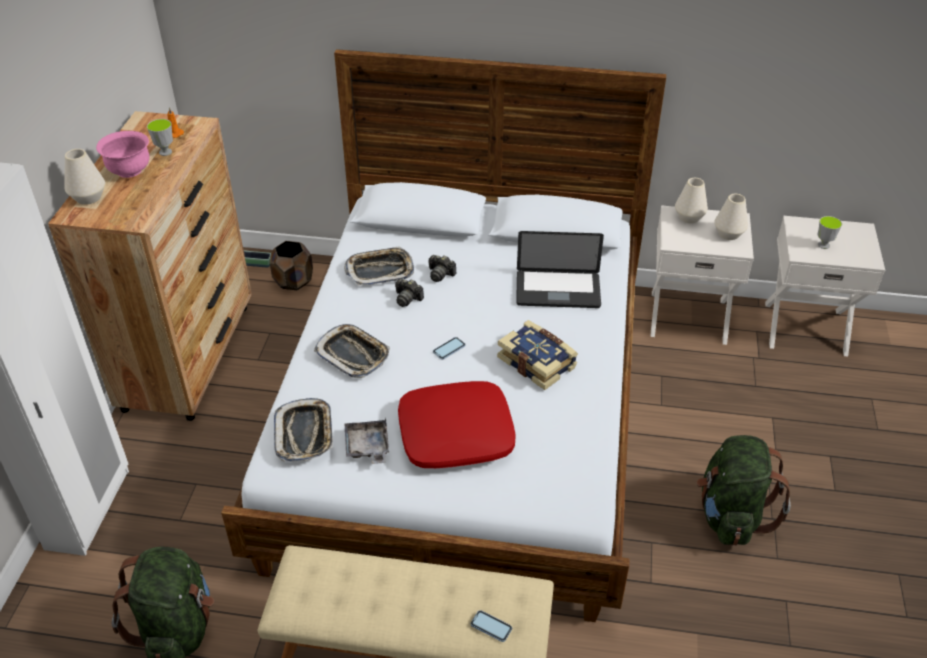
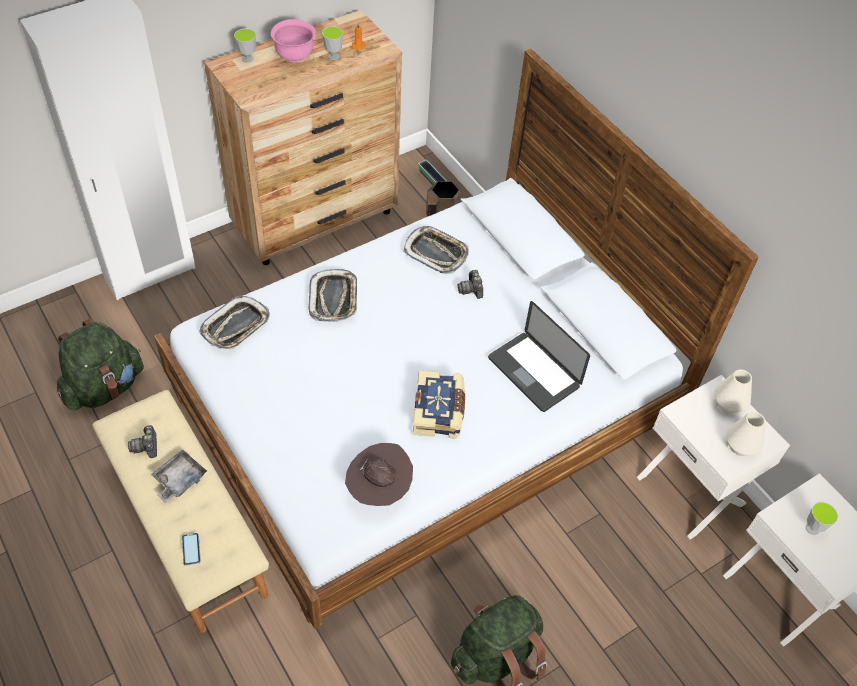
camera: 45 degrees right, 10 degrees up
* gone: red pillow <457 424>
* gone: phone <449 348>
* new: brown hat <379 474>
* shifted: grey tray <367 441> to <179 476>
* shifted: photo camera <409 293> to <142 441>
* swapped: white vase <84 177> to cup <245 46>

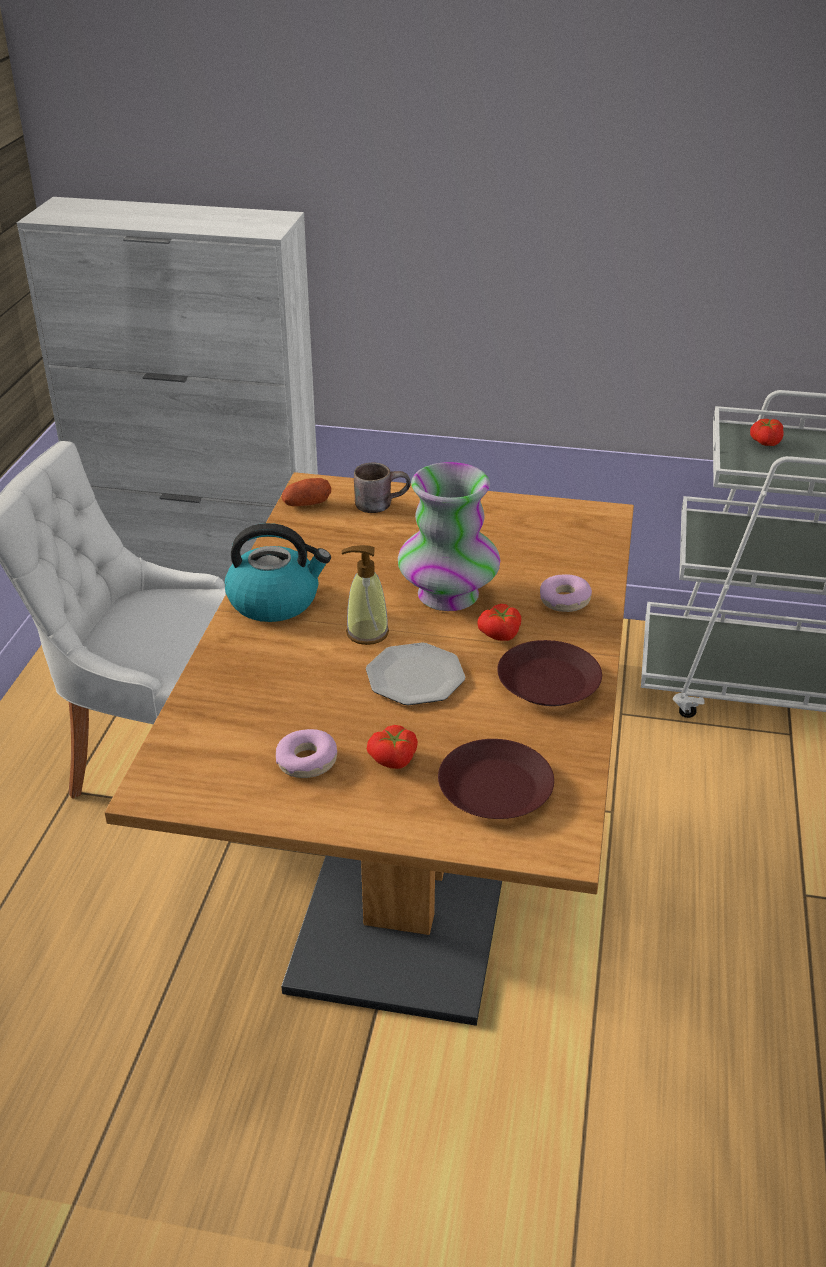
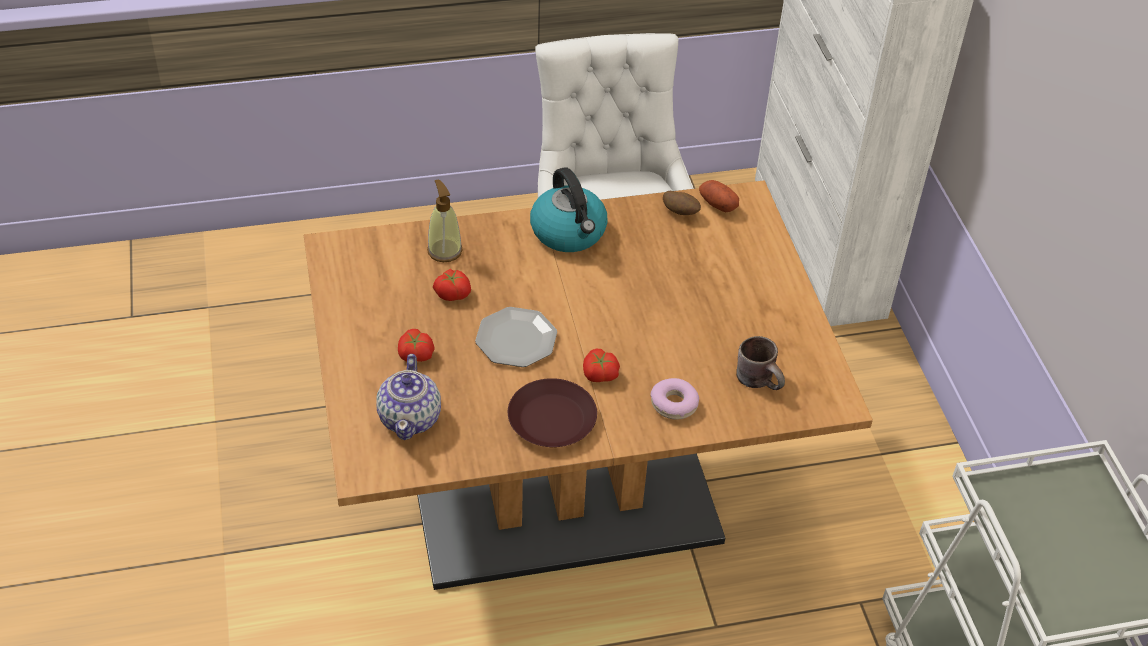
camera: 65 degrees right, 10 degrees up
* gone: donut <306 753>
* gone: vase <449 536>
* new: potato <682 203>
* shifted: soap dispenser <365 595> to <445 220>
* shifted: brown mug <382 487> to <760 363>
* shifted: tomato <767 432> to <452 285>
* swapped: brown plate <496 779> to teapot <408 397>

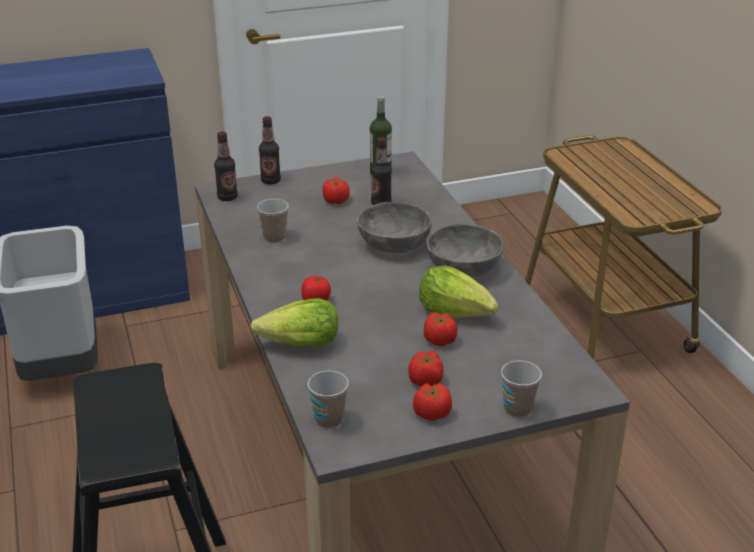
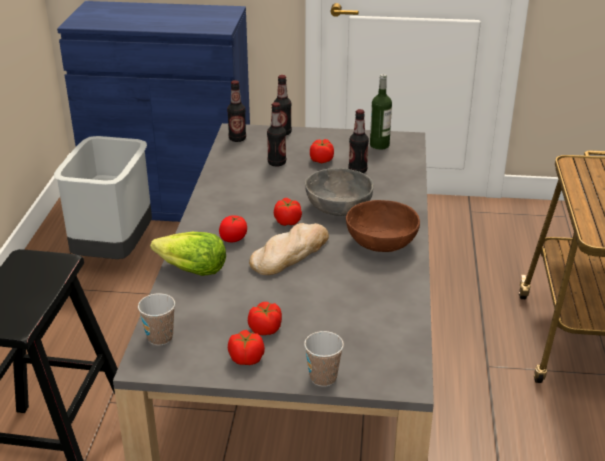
camera: 25 degrees right, 0 degrees up
* gone: cup <273 221>
* gone: lettuce <459 291>
* new: bread <289 249>
* new: bottle <276 134>
* shifted: tomato <440 329> to <288 212>
* repainted: grey bowl <465 251> to brown bowl <383 226>

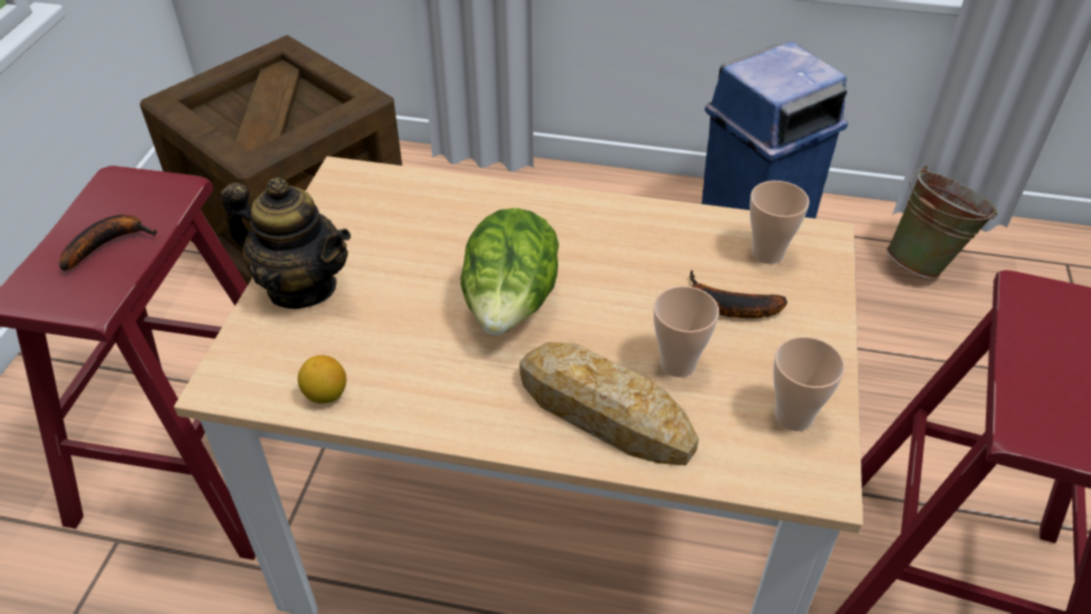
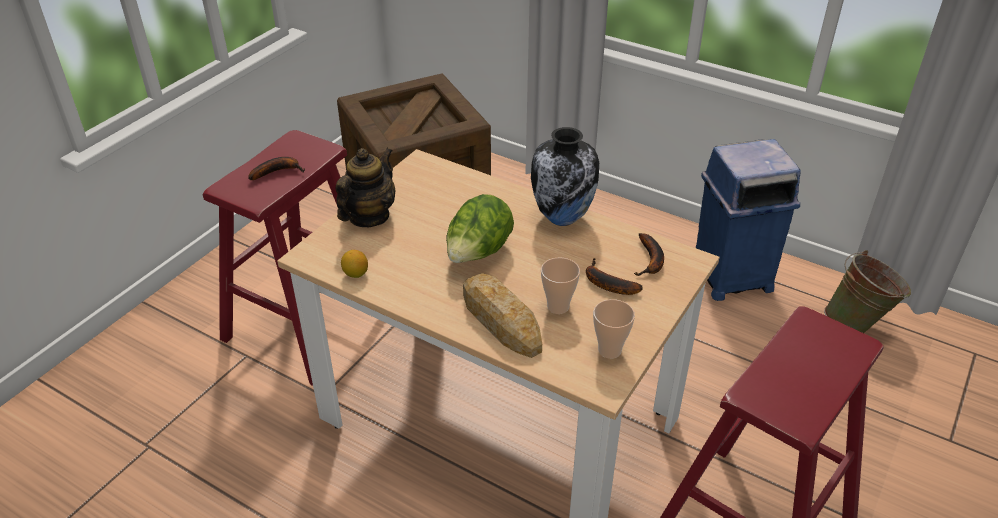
camera: 20 degrees right, 5 degrees down
* new: vase <565 176>
* swapped: cup <779 222> to banana <649 254>
* rotated: teapot <286 243> = <365 187> 105 degrees counterclockwise

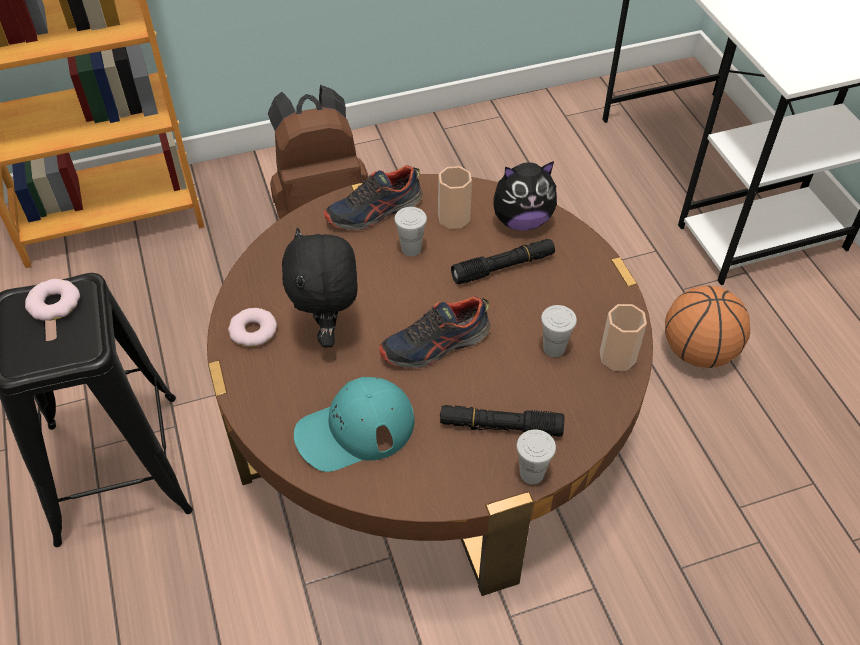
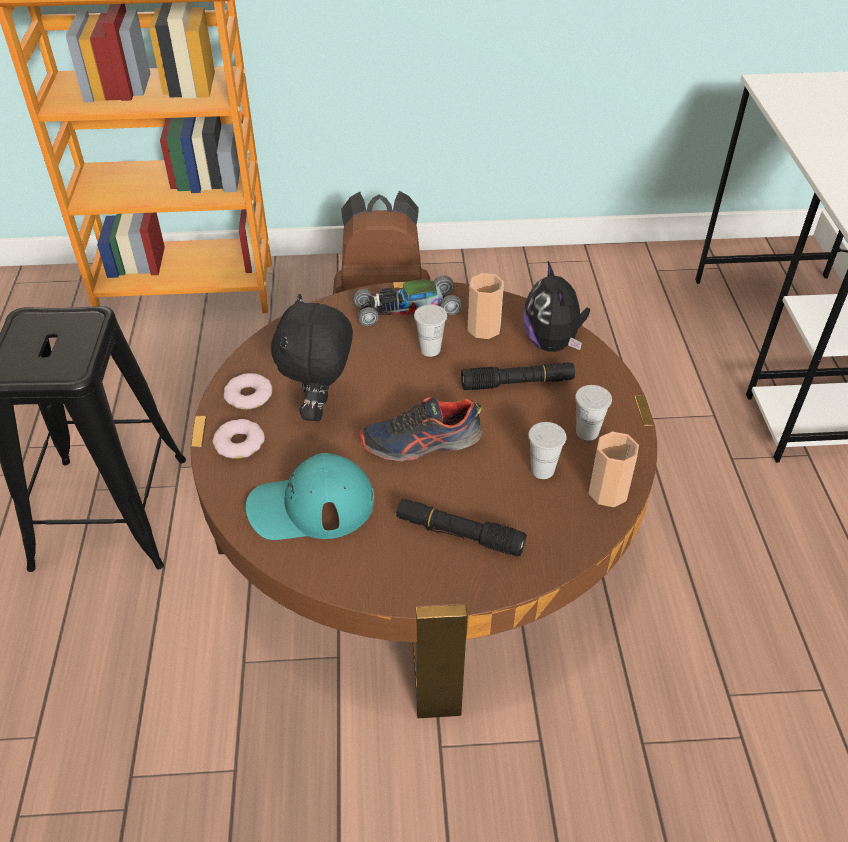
camera: 15 degrees right, 5 degrees down
* gone: basketball <707 326>
* shifted: donut <52 300> to <238 439>
* shifted: white cup <536 456> to <593 413>
* swapped: shoe <373 198> to toy car <407 300>
* rotated: plush toy <525 196> = <556 306> 75 degrees clockwise

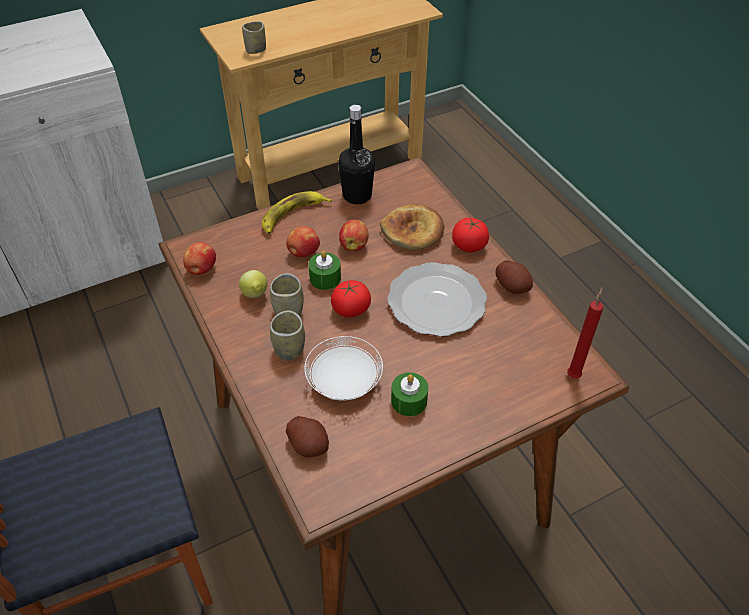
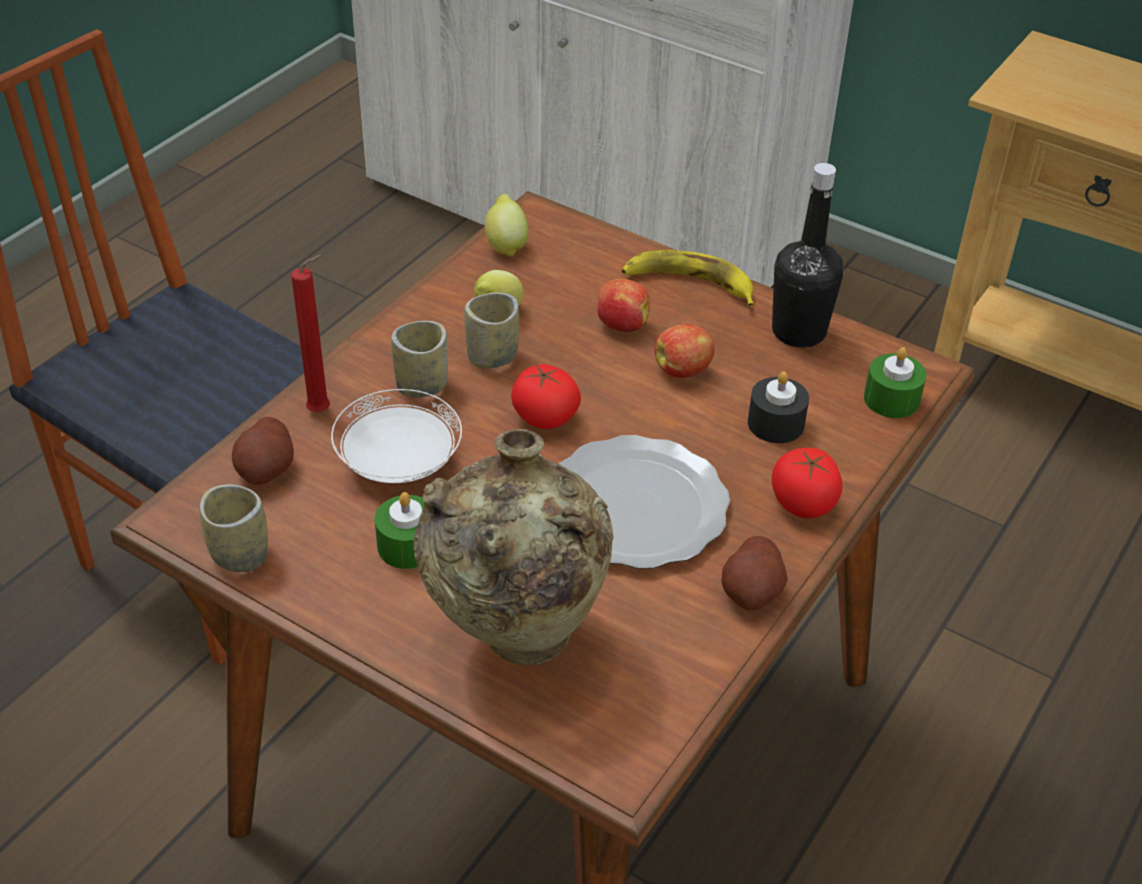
camera: 60 degrees right, 5 degrees down
* new: beige vase <514 547>
* shifted: cup <254 37> to <234 528>
* shifted: green candle <324 270> to <895 382>
* shifted: red candle <585 333> to <310 333>
* swapped: apple <199 258> to lemon <507 225>
* swapped: bread <412 227> to black candle <778 407>

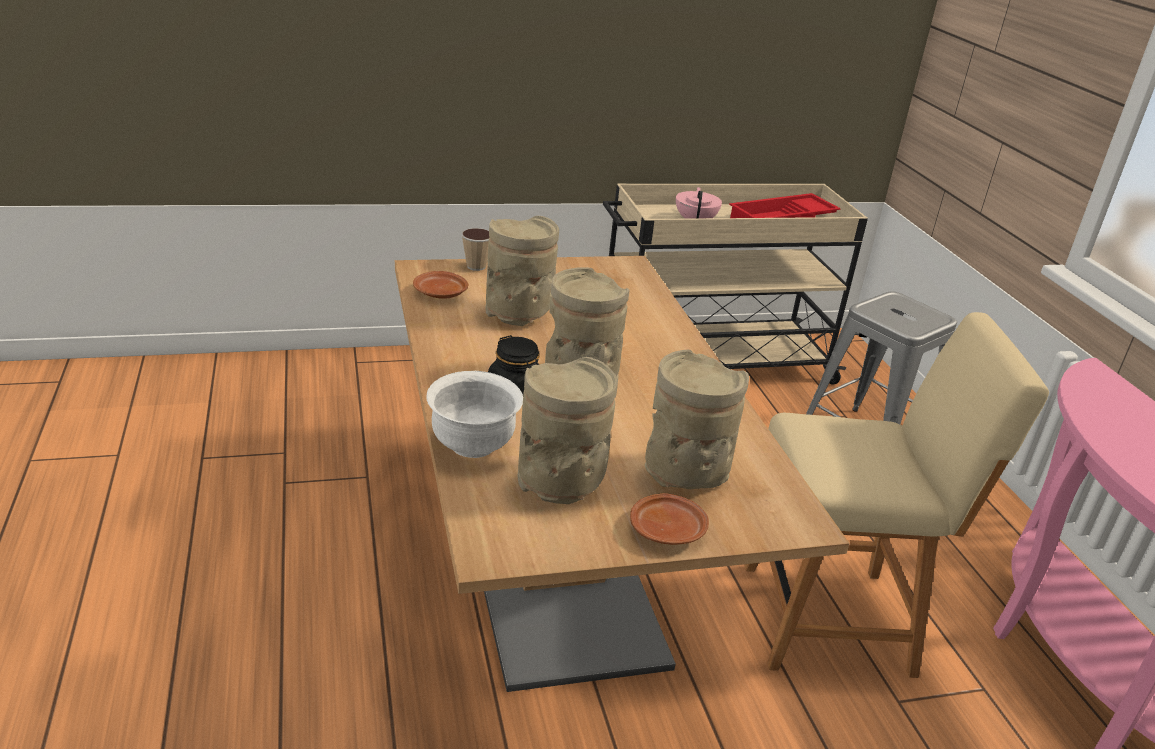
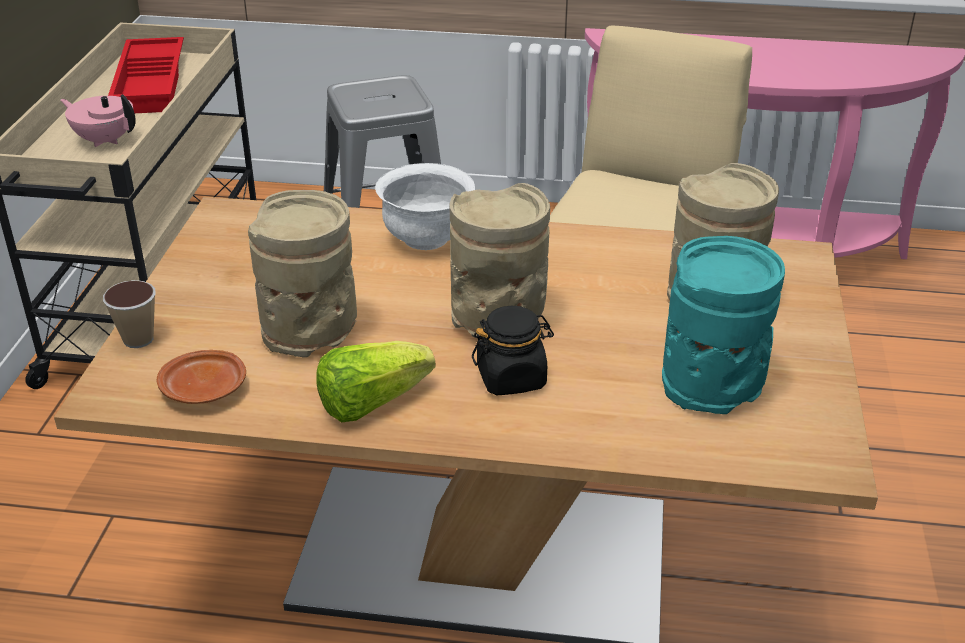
camera: 65 degrees left, 5 degrees up
* gone: brown plate <669 519>
* new: lettuce <376 382>
* shifted: white bowl <474 414> to <425 206>
* repainted: beige vase <568 430> to turquoise vase <723 325>

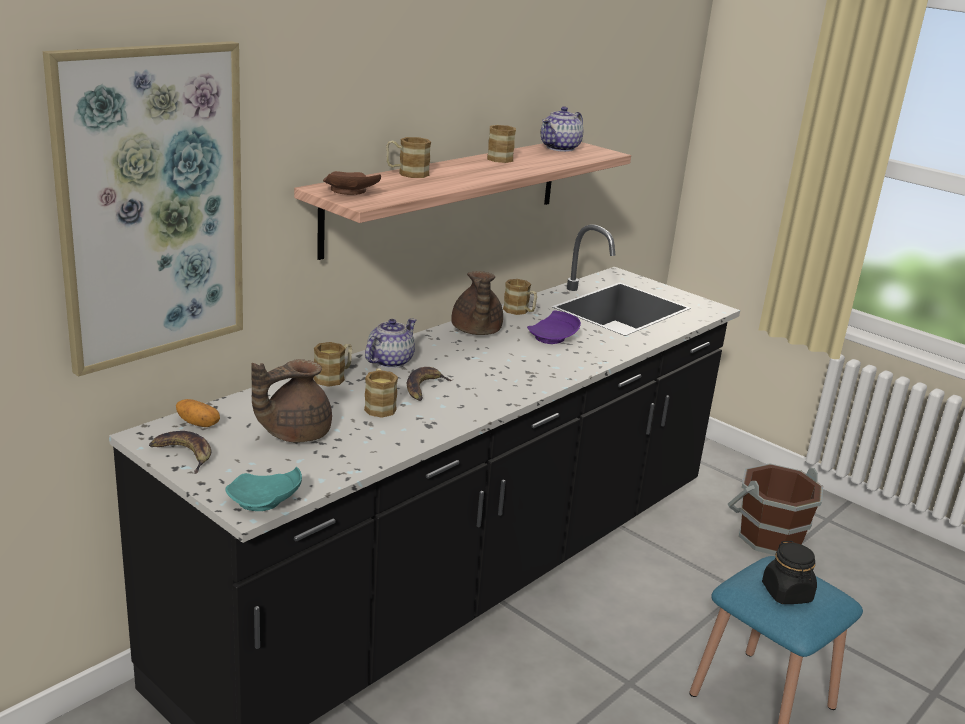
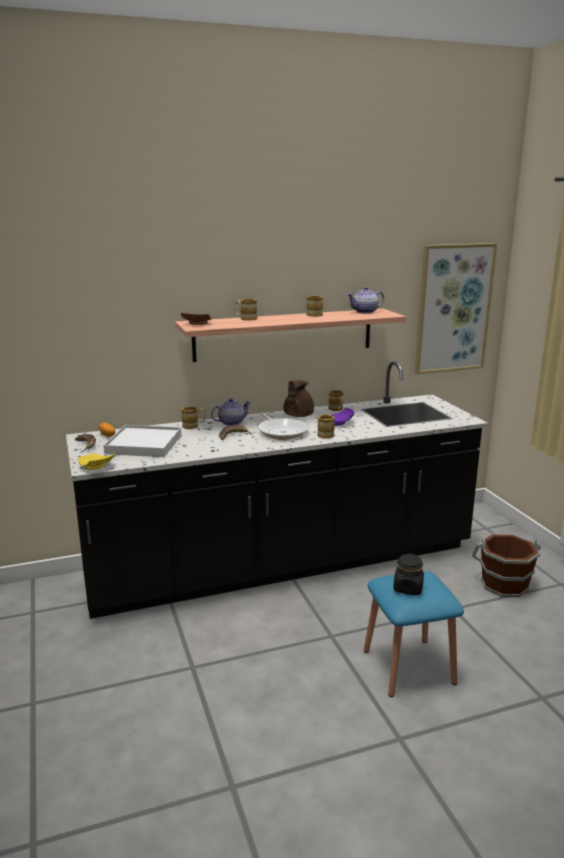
camera: 30 degrees right, 5 degrees down
* new: frying pan <283 426>
* shifted: picture <143 209> to <456 308>
* shifted: mug <381 393> to <326 426>
* swapped: brown teapot <291 401> to white tray <142 441>
* repainted: turquoise plate <263 489> to yellow plate <96 461>

